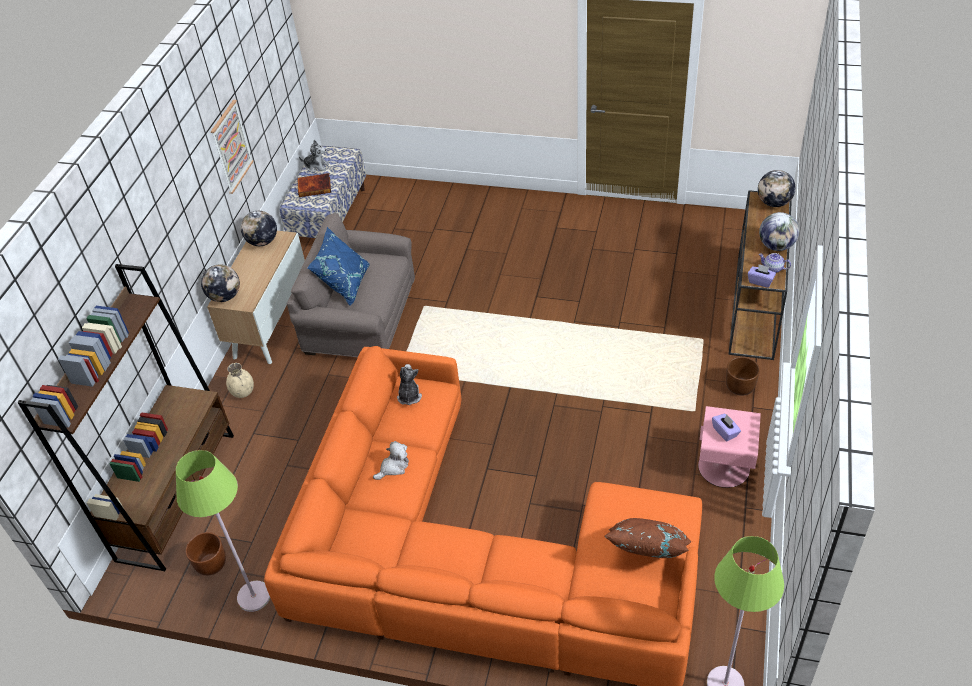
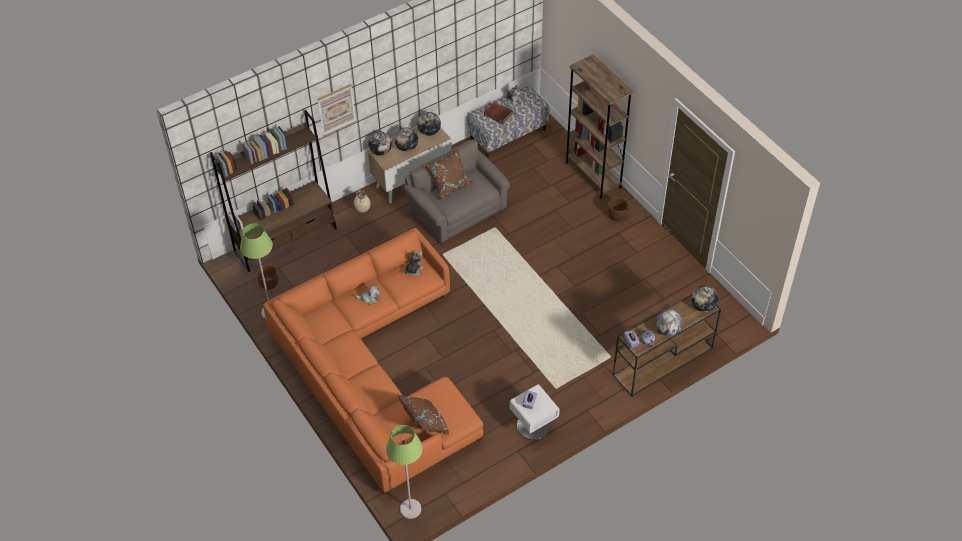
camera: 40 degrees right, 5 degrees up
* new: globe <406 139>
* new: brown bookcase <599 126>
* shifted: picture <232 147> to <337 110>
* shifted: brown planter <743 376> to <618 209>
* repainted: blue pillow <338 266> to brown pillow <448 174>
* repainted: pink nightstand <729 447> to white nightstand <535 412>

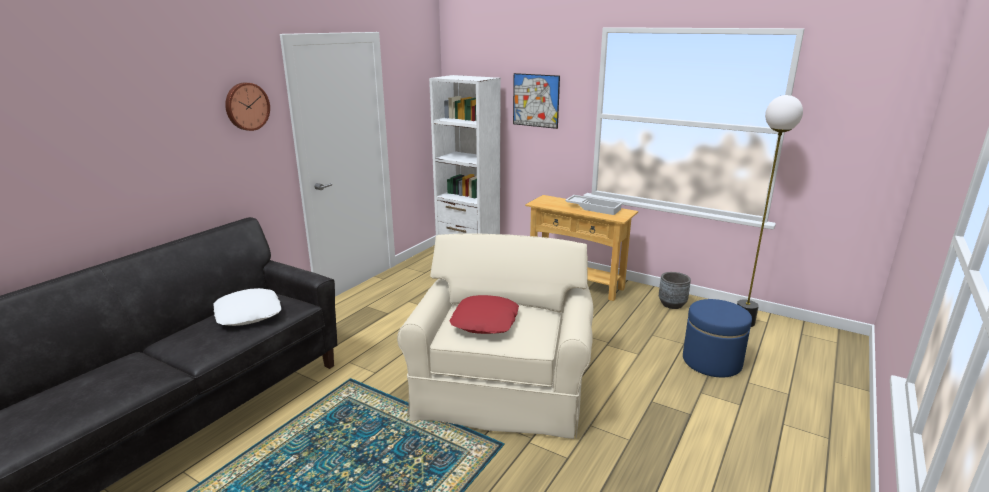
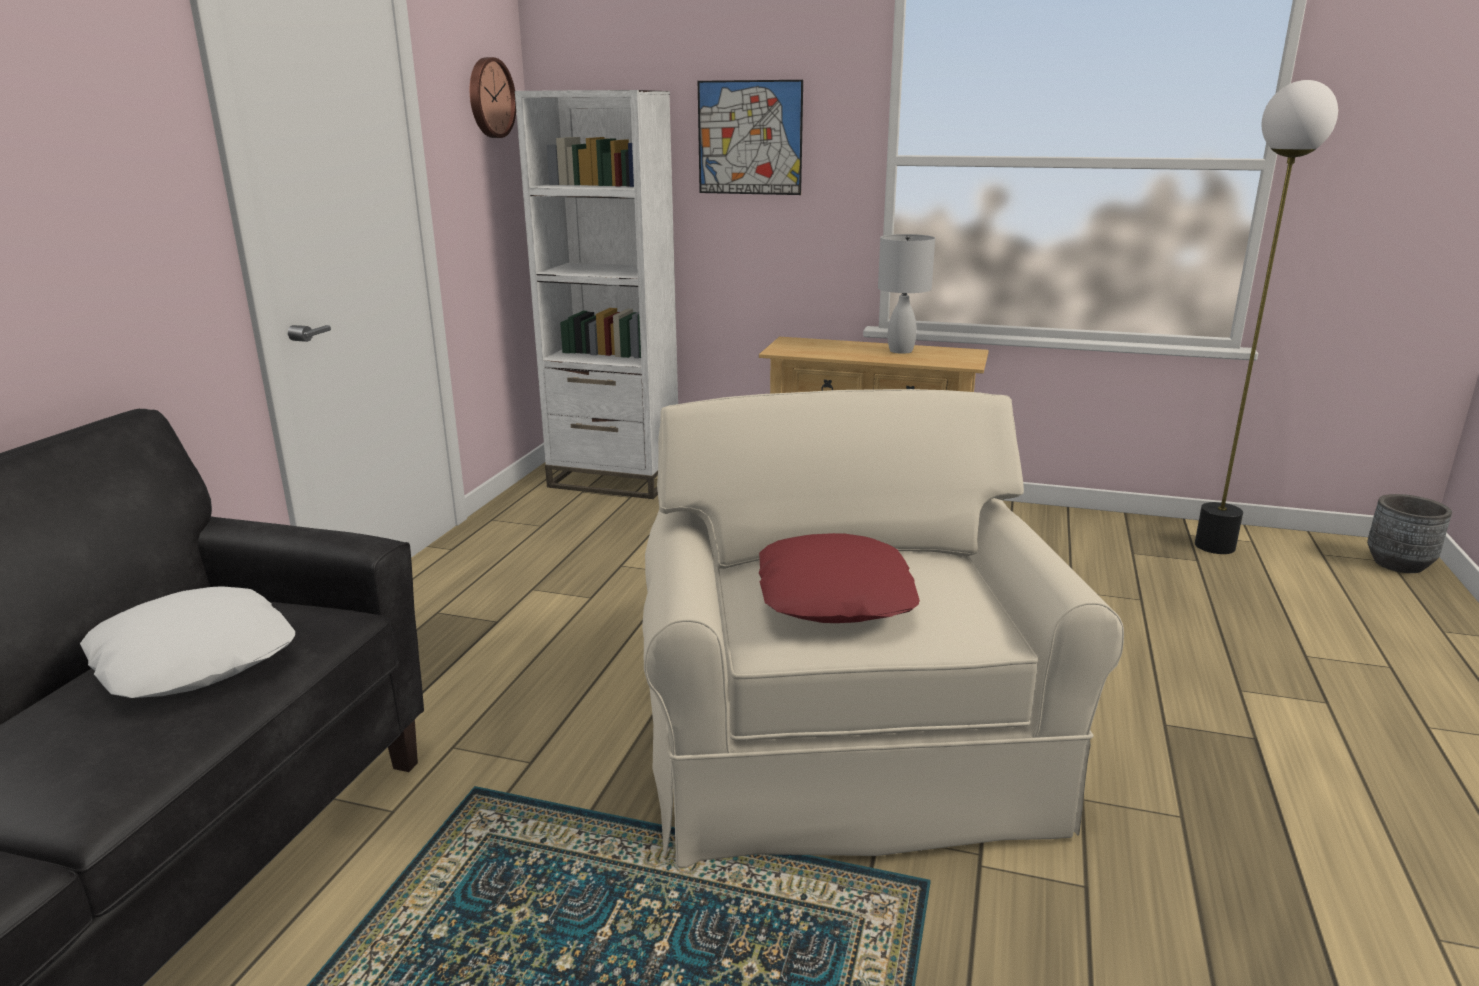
camera: 15 degrees left, 0 degrees up
* gone: blue ottoman <717 338>
* shifted: wall clock <247 107> to <493 97>
* shifted: grey planter <675 290> to <1409 533>
* swapped: white tray <594 205> to white table lamp <906 294>

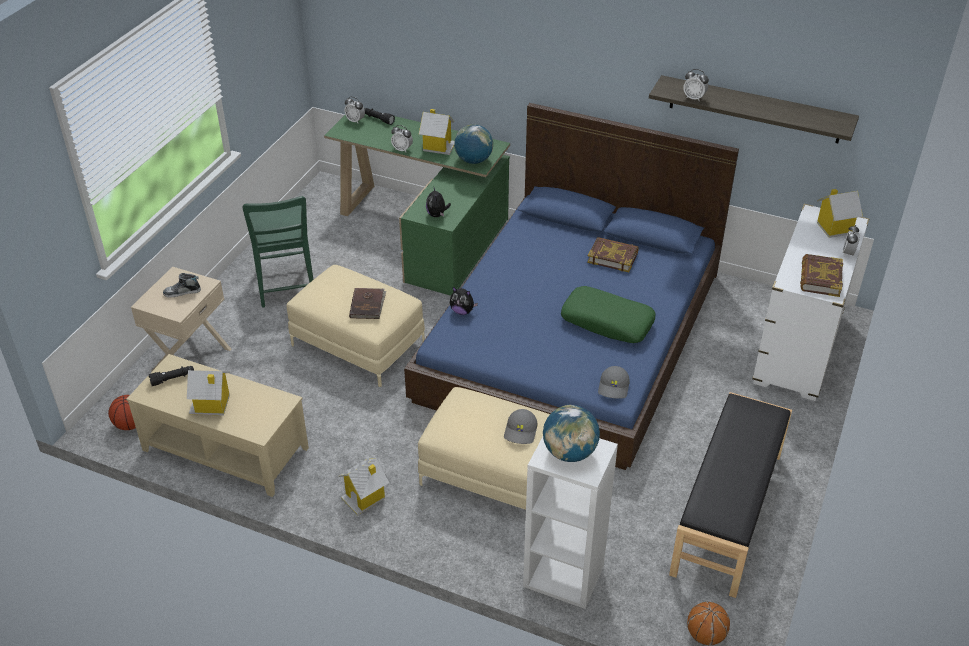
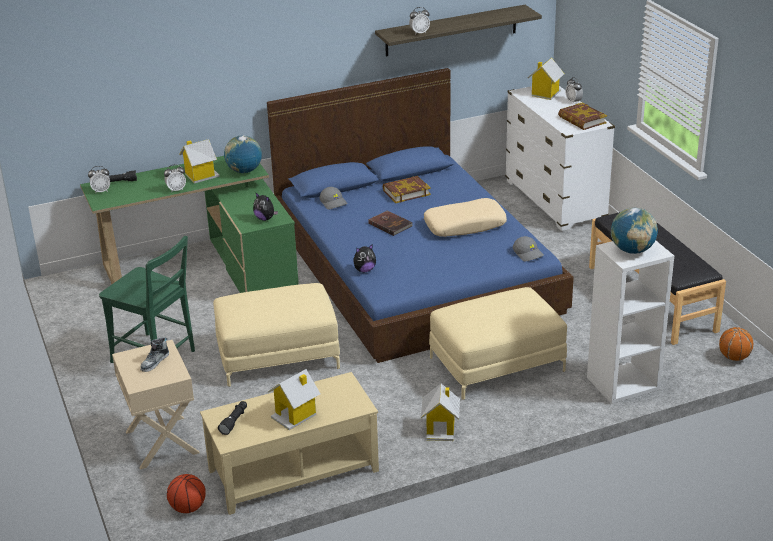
camera: 45 degrees left, 10 degrees down
* shifted: brown book <367 303> to <390 223>
* shifted: grey cap <521 426> to <333 198>
* repainted: green pillow <608 314> to beige pillow <465 217>

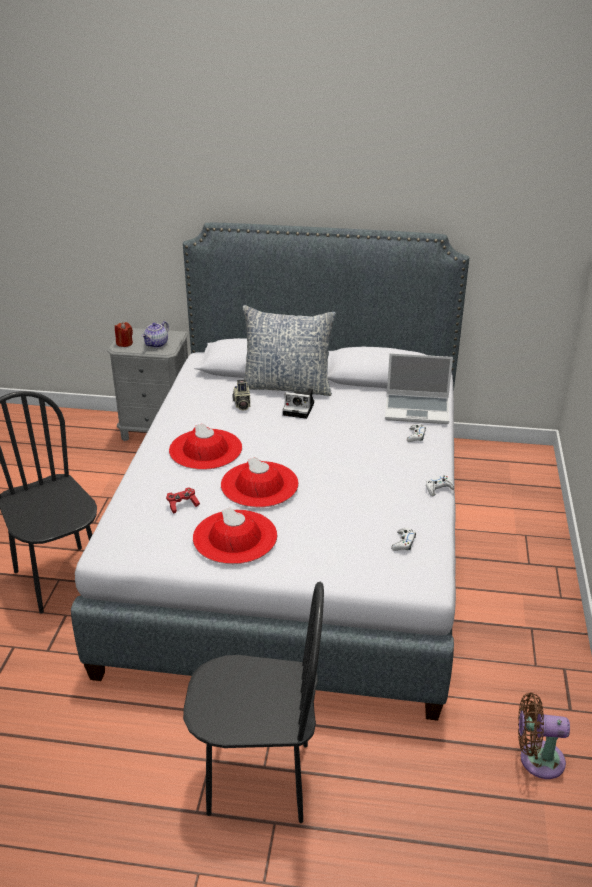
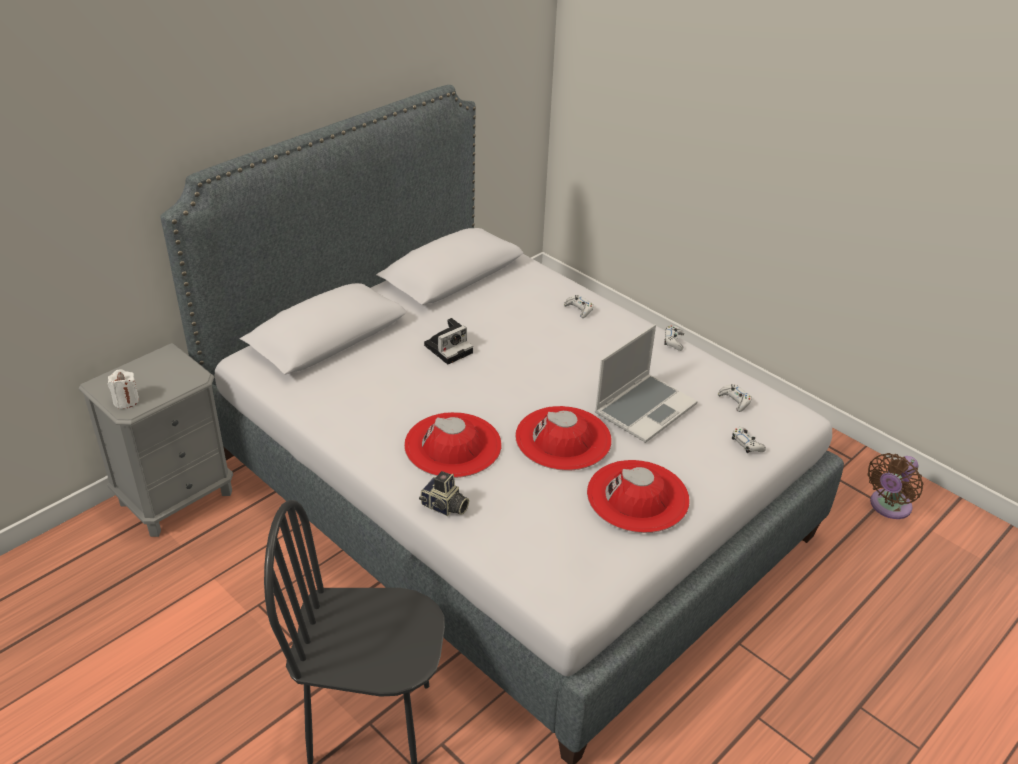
camera: 55 degrees left, 5 degrees up
* gone: teapot <155 334>
* gone: red game controller <183 500>
* gone: black chair <253 702>
* gone: pillow <289 350>
* new: white game controller <749 440>
* shifted: photo camera <241 395> to <444 493>
* shifted: laptop <419 388> to <646 383>
* repainted: red candle <124 334> to white candle <123 389>

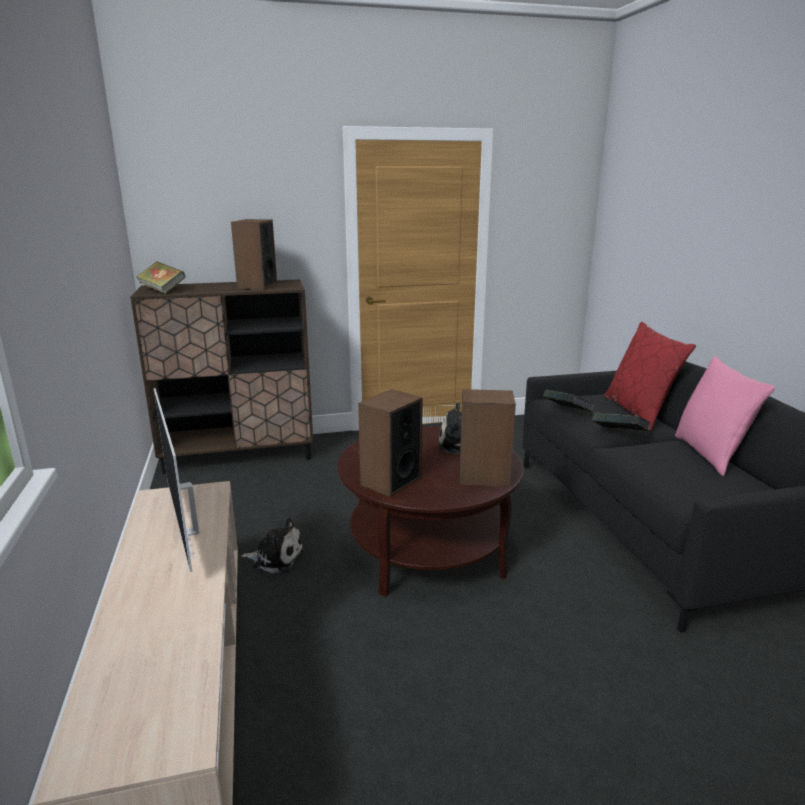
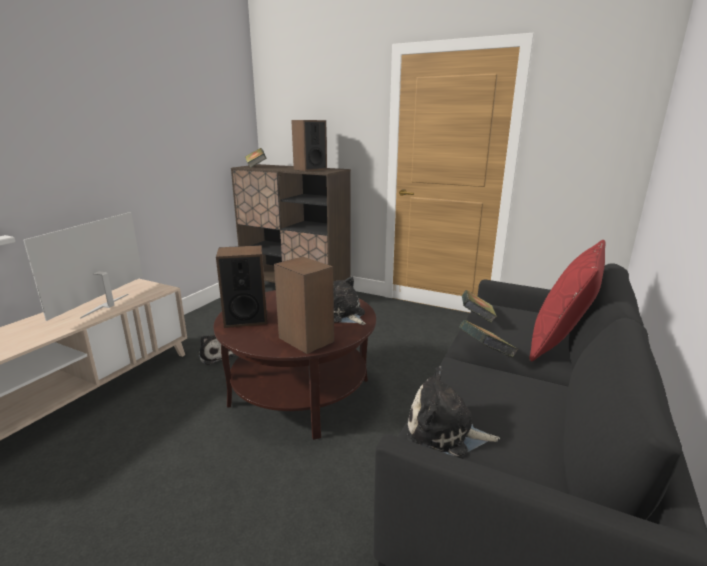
camera: 40 degrees right, 0 degrees up
* gone: pink pillow <725 416>
* new: plush toy <453 411>

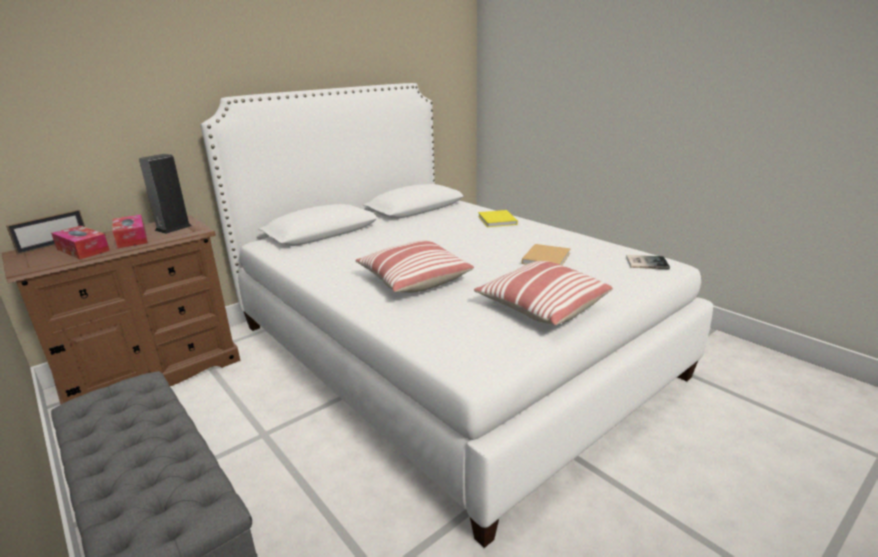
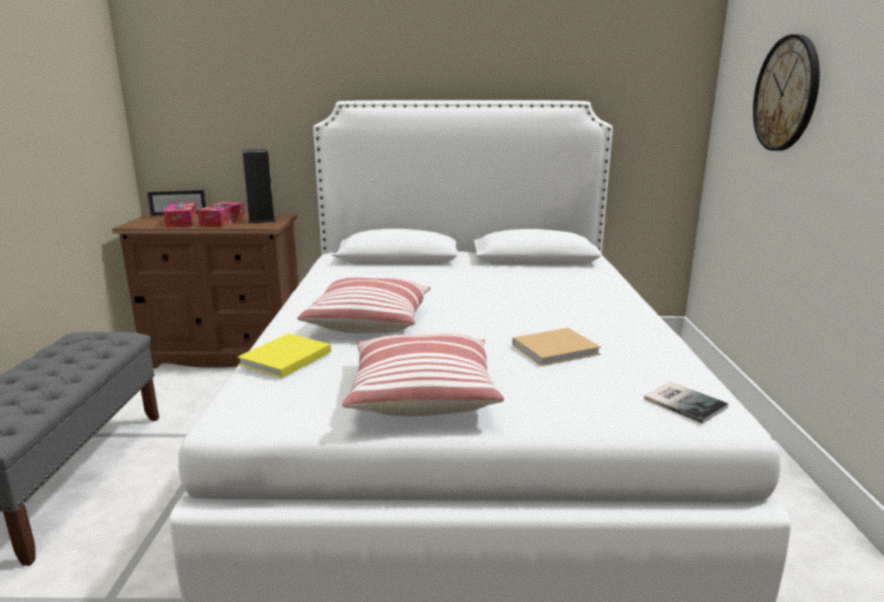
camera: 40 degrees right, 5 degrees down
* new: wall clock <786 92>
* shifted: yellow book <498 218> to <284 355>

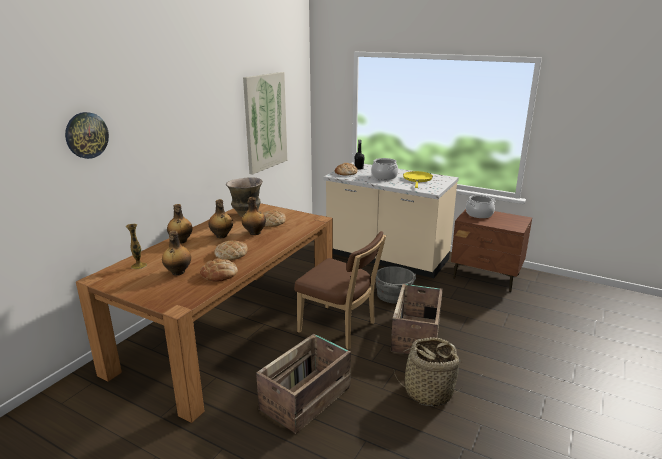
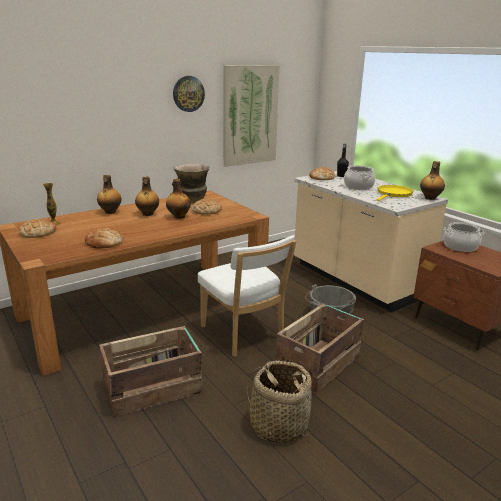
camera: 25 degrees right, 0 degrees up
* shifted: wall clock <87 135> to <189 94>
* shifted: bottle <176 253> to <432 180>
* shifted: bread <231 250> to <37 228>
* repainted: brown chair <340 290> to white chair <247 296>

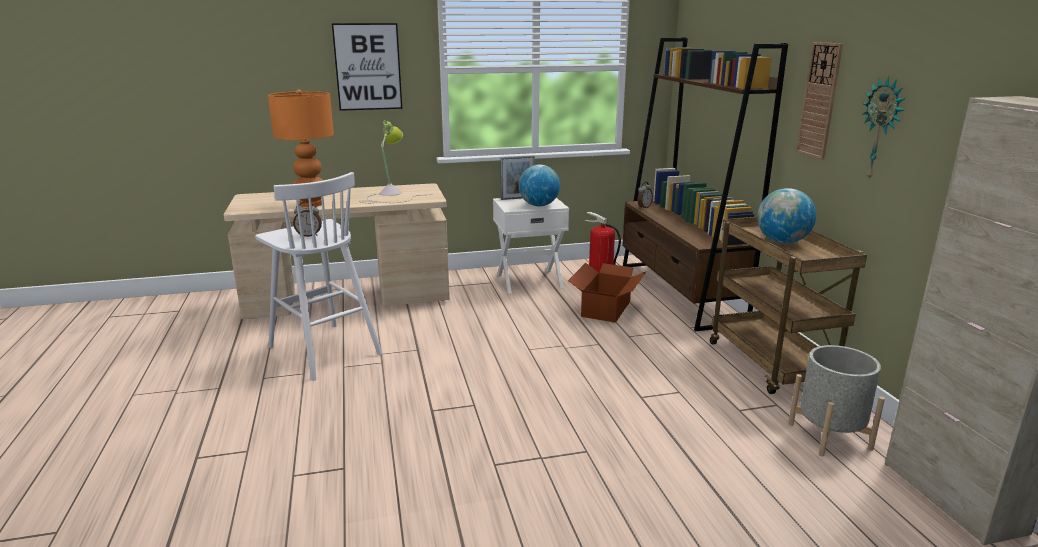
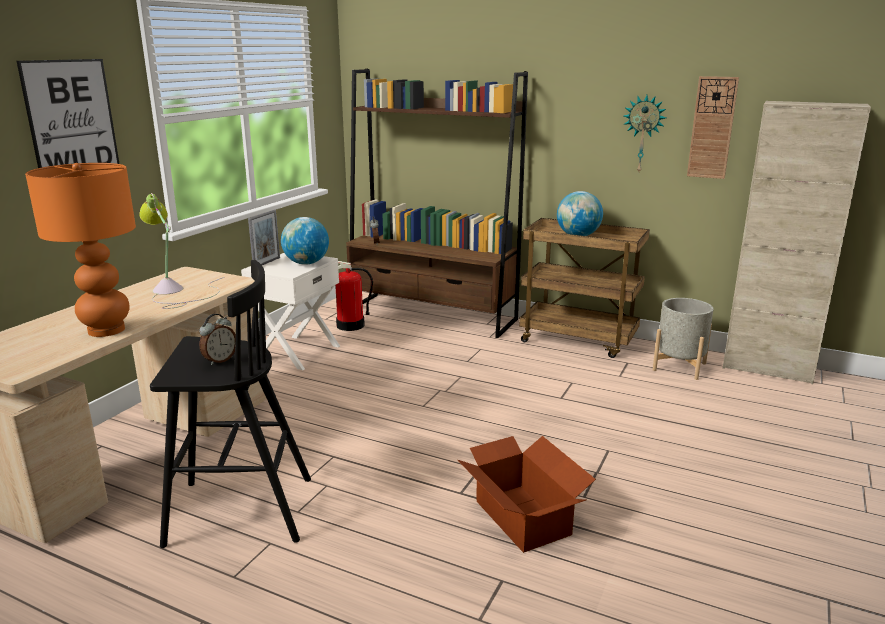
camera: 50 degrees left, 0 degrees up
* shifted: cardboard box <607 293> to <527 494>
* shifted: wall clock <819 101> to <713 127>
* repainted: white stool <318 276> to black stool <230 404>

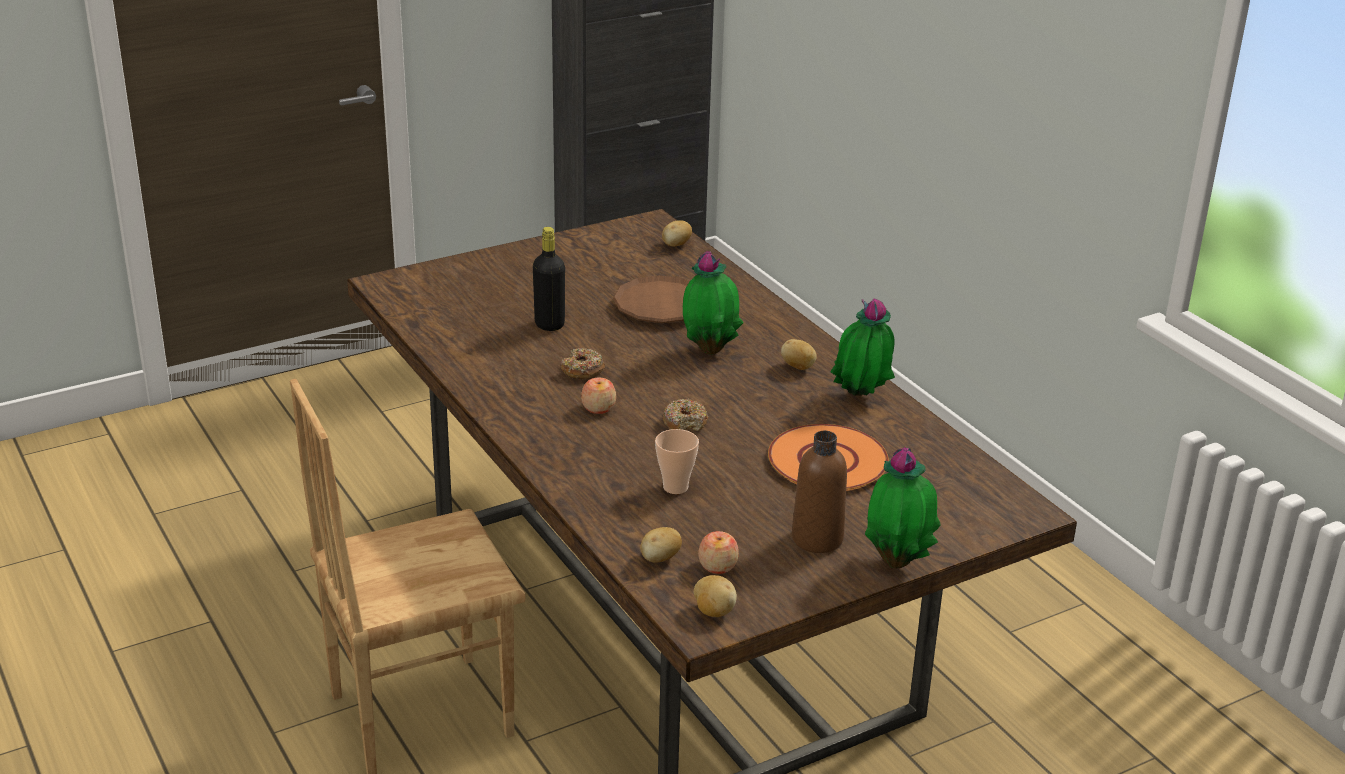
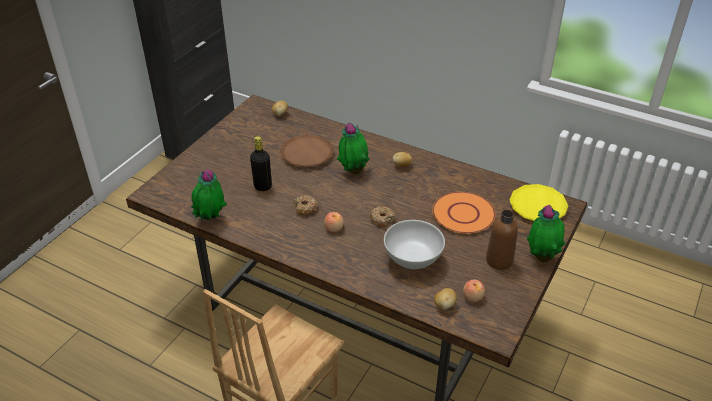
camera: 30 degrees left, 10 degrees up
* gone: potato <715 596>
* new: yellow plate <538 202>
* shifted: potted plant <862 347> to <209 194>
* swapped: cup <677 461> to white bowl <414 244>

